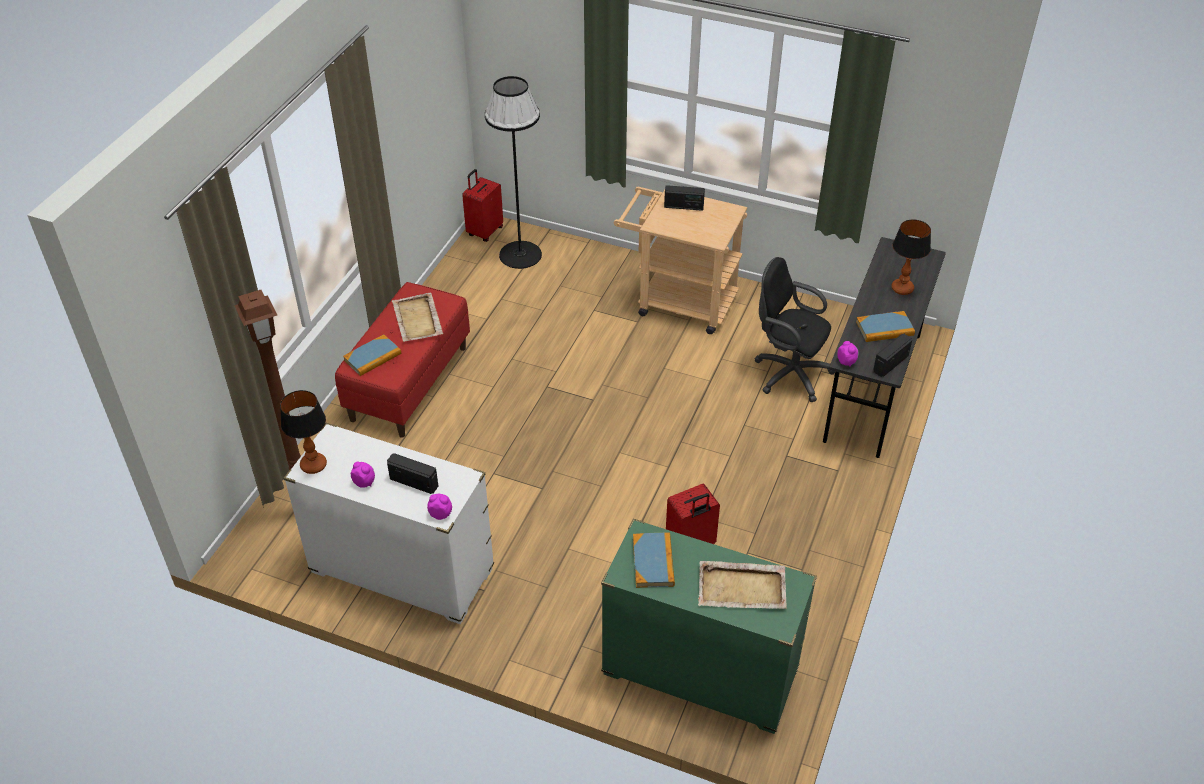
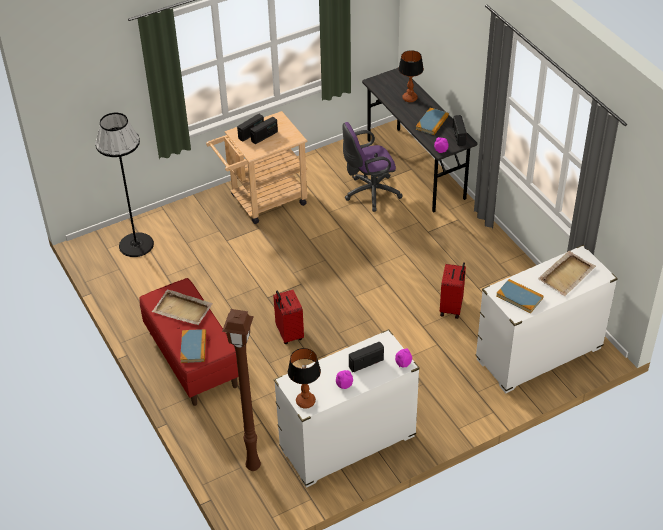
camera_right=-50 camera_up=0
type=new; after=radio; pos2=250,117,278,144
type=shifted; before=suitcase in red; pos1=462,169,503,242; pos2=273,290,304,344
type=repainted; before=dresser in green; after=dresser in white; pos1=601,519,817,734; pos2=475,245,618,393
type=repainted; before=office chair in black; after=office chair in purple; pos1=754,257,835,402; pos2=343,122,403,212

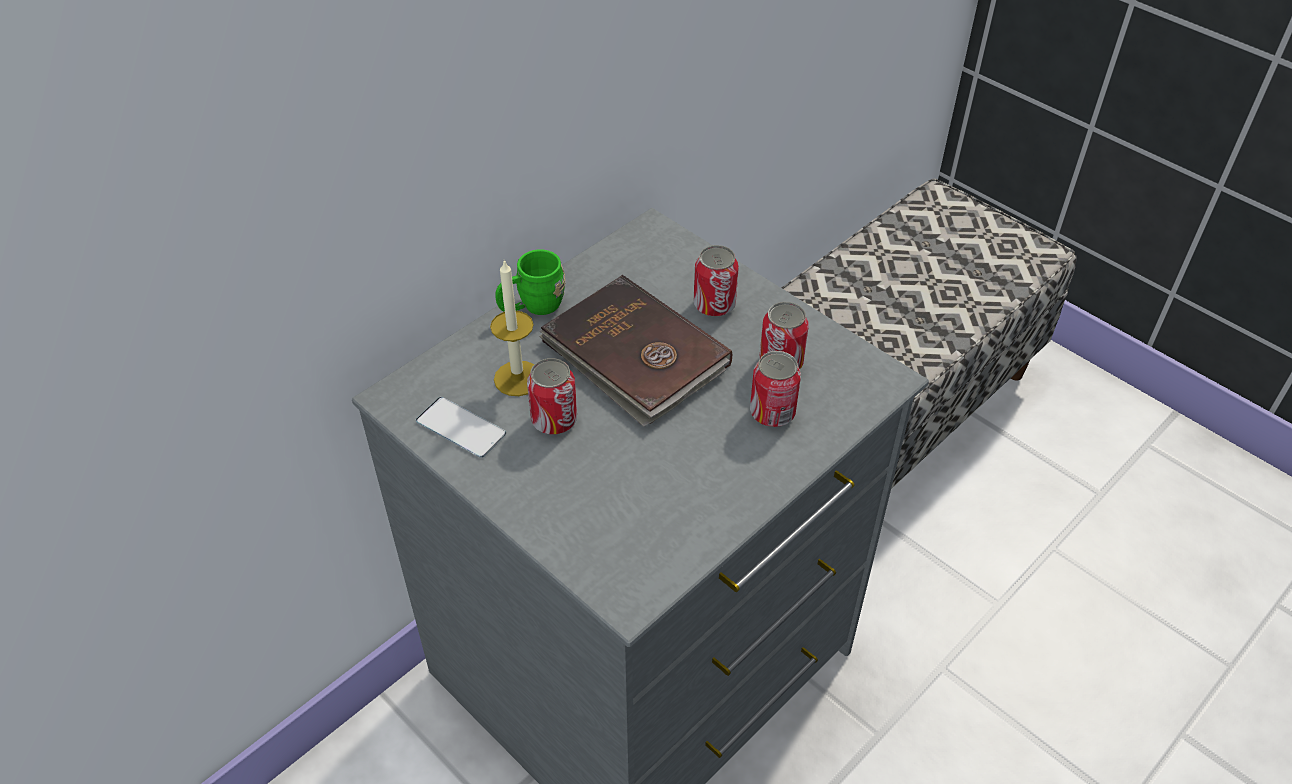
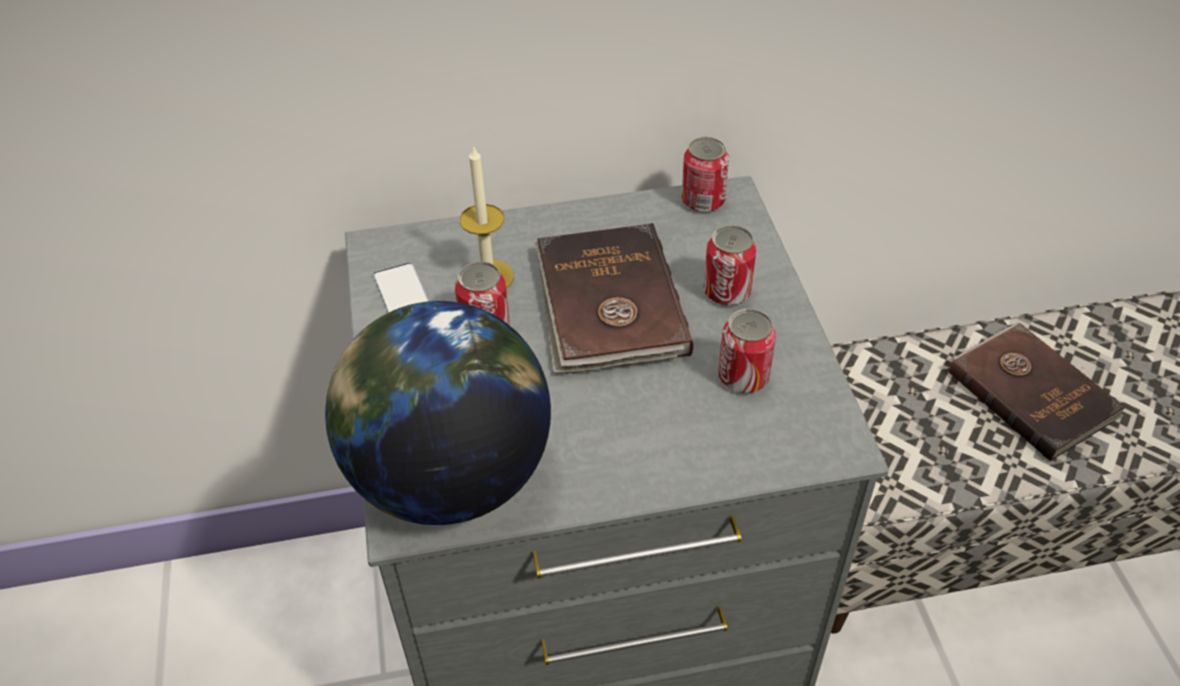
camera_right=35 camera_up=0
type=gone; before=mug in green; pos1=495,249,565,315
type=new; after=globe; pos2=325,301,551,525
type=new; after=book in brown; pos2=949,321,1125,461
type=shifted; before=can; pos1=750,351,801,427; pos2=682,136,729,213

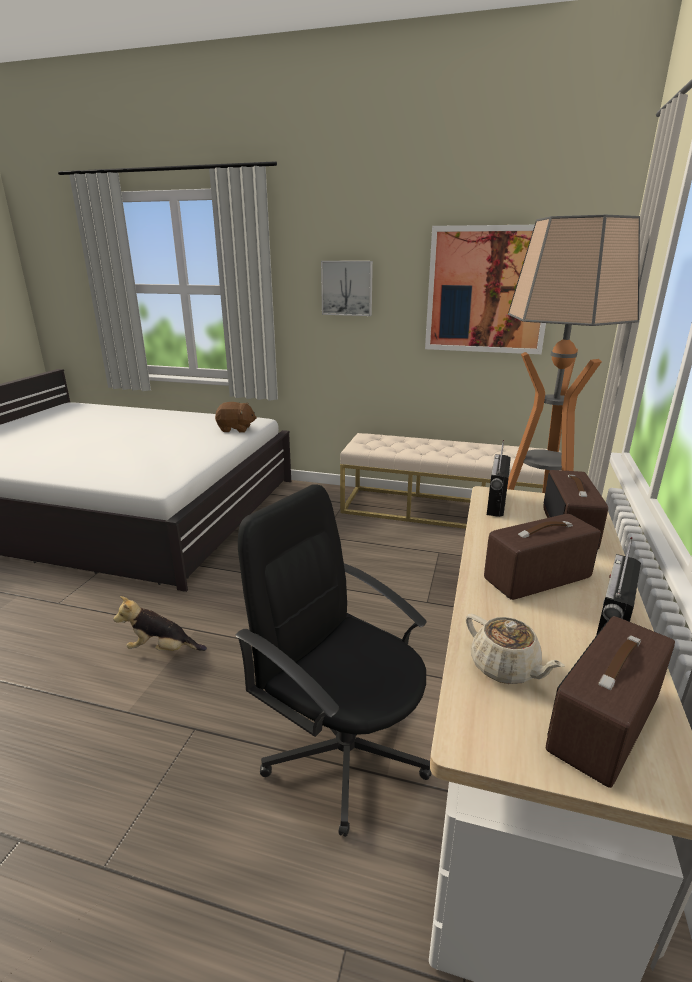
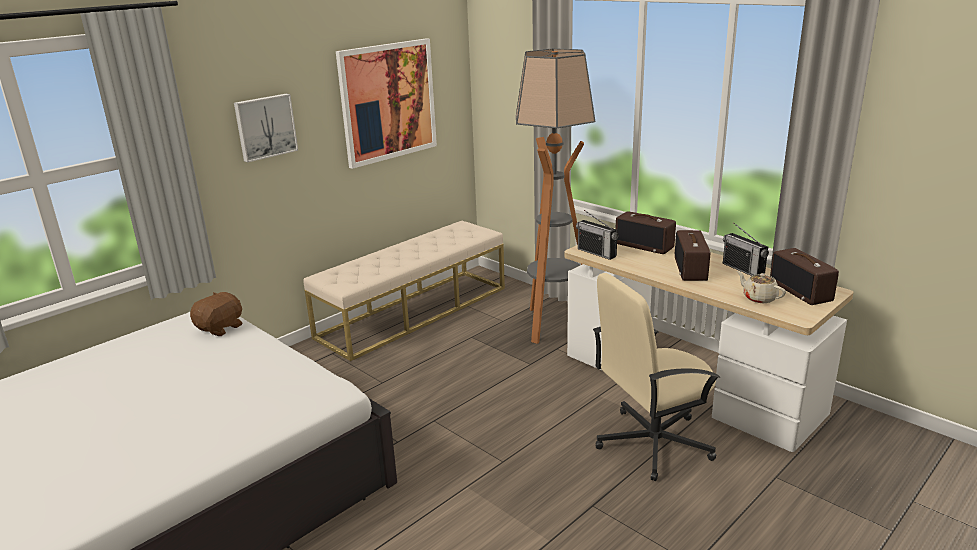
camera_right=-60 camera_up=0
type=gone; before=plush toy; pos1=113,596,207,651
type=repainted; before=office chair in black; after=office chair in beige; pos1=235,484,431,837; pos2=593,273,720,481
type=rotated; before=teapot in beige; pos1=466,614,565,684; pos2=737,271,786,303; turn=-120

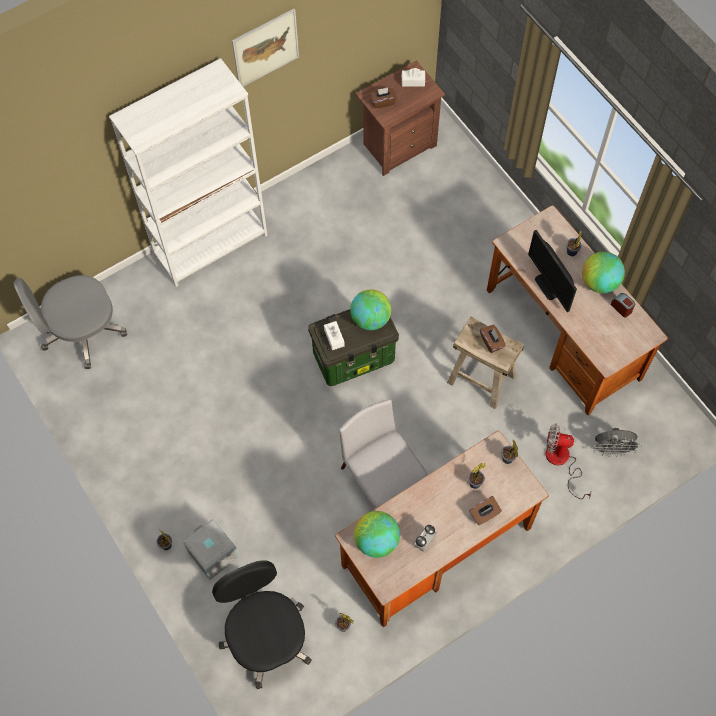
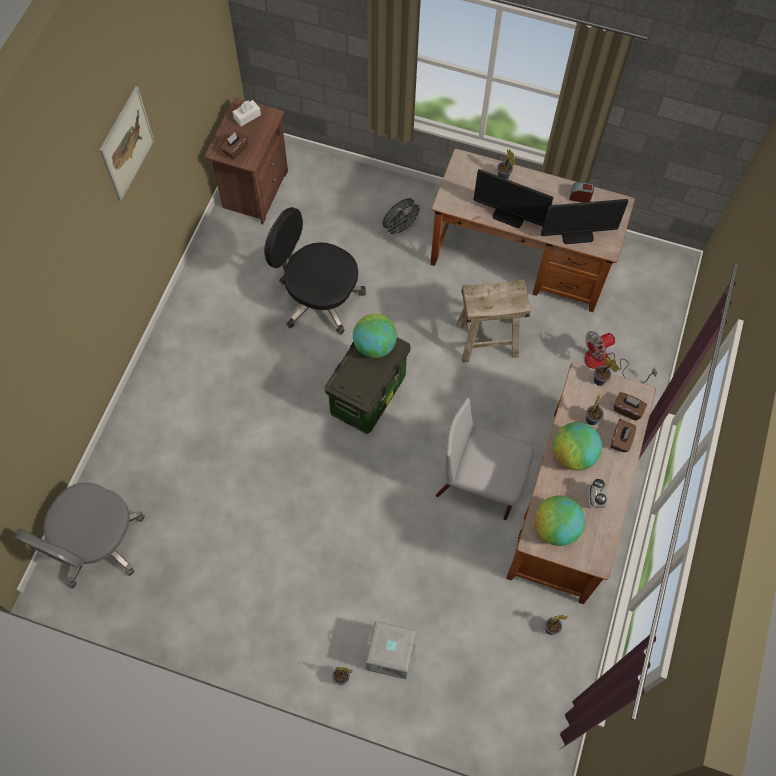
camera_right=-40 camera_up=0
type=gone; before=bookcase in white; pos1=109,58,268,287
type=gone; before=tissue box in white; pos1=324,321,345,350
type=new; after=monitor; pos2=541,199,628,244
type=shifted; before=office chair in black; pos1=212,560,312,689; pos2=264,207,366,335
type=shifted; before=tissue box in brown; pos1=480,325,506,353; pos2=614,392,647,421
type=shifted; before=globe; pos1=582,252,625,293; pos2=553,422,602,471
type=shifted; before=fan in grey; pos1=592,428,642,457; pos2=383,198,423,237

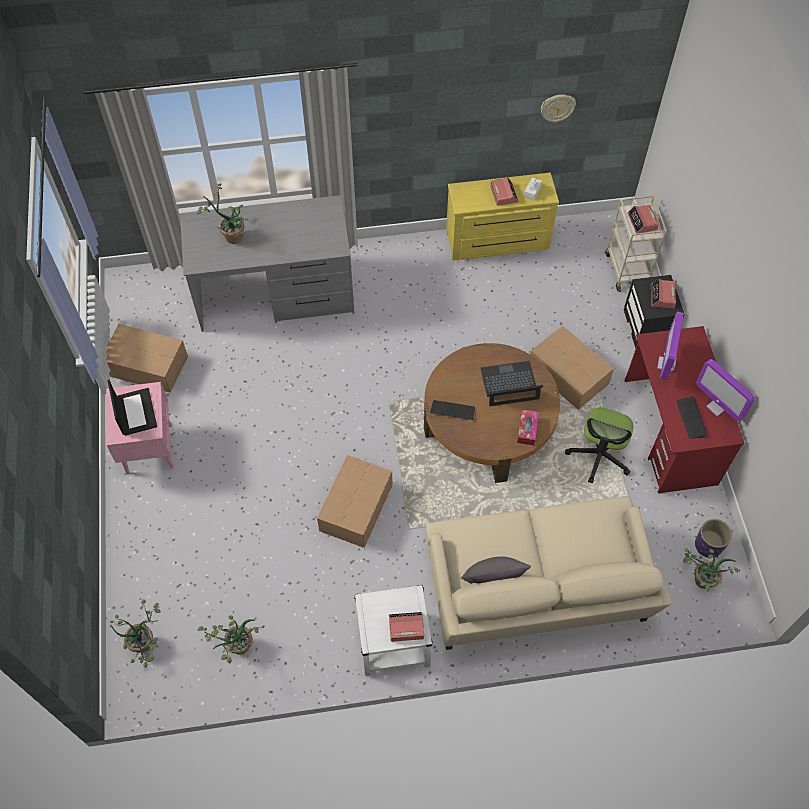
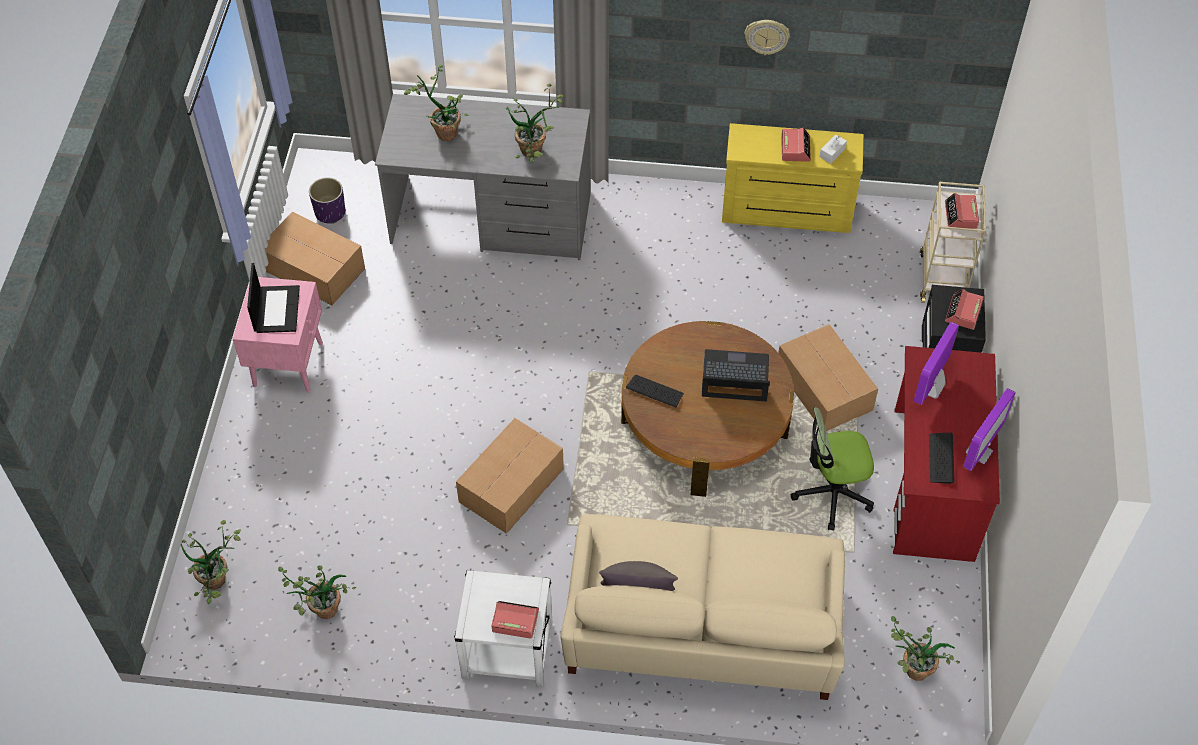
camera_right=15 camera_up=-5
type=gone; before=tissue box; pos1=517,409,539,445
type=new; after=potted plant; pos2=506,84,563,163
type=shifted; before=wall clock; pos1=541,94,576,123; pos2=745,20,790,55
type=shifted; before=planter in purple; pos1=695,519,732,558; pos2=309,178,345,224
type=rotated; before=office chair; pos1=565,407,633,483; pos2=791,407,874,531; turn=45
type=rotated; before=monitor; pos1=696,359,755,422; pos2=963,388,1016,471; turn=-120

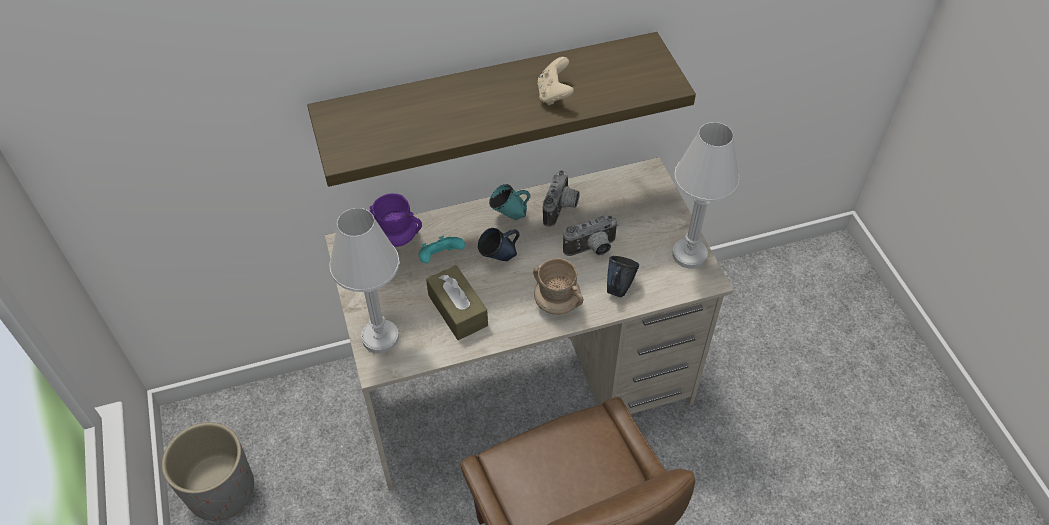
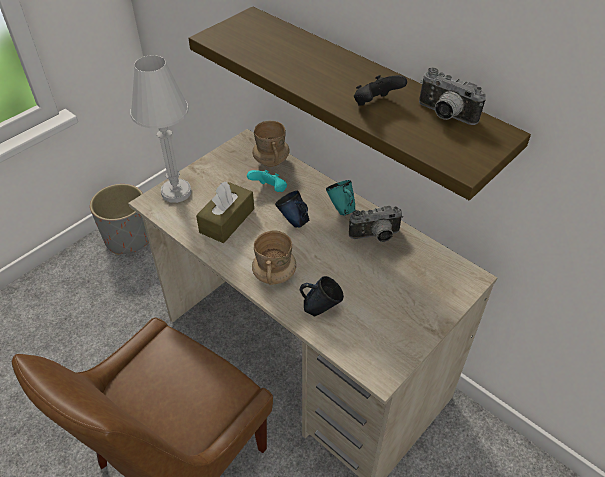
camera_right=60 camera_up=-5
type=gone; before=table lamp in white; pos1=672,122,739,269
type=shifted; before=photo camera; pos1=563,215,619,256; pos2=419,67,486,125
type=repainted; before=mug in purple; after=mug in beige; pos1=368,193,422,247; pos2=252,121,289,167
type=repainted; before=game controller in beige; after=game controller in black; pos1=537,57,574,106; pos2=354,75,407,106

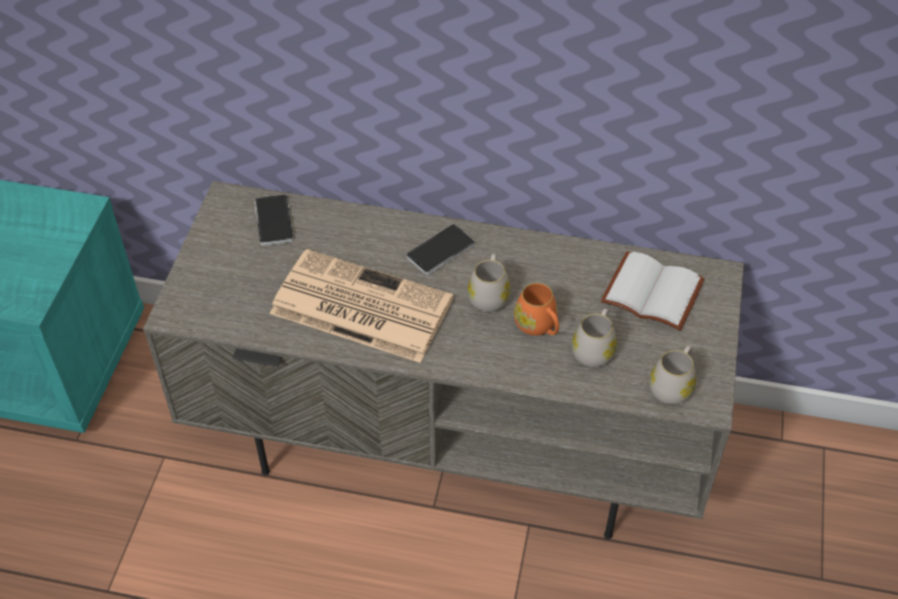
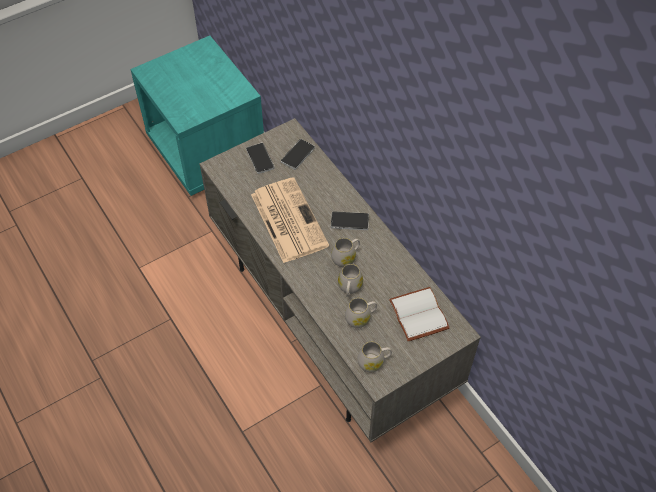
camera_right=45 camera_up=5
type=new; after=phone; pos2=246,143,275,174
type=repainted; before=mug in orange; after=mug in white; pos1=514,283,559,336; pos2=338,264,363,297

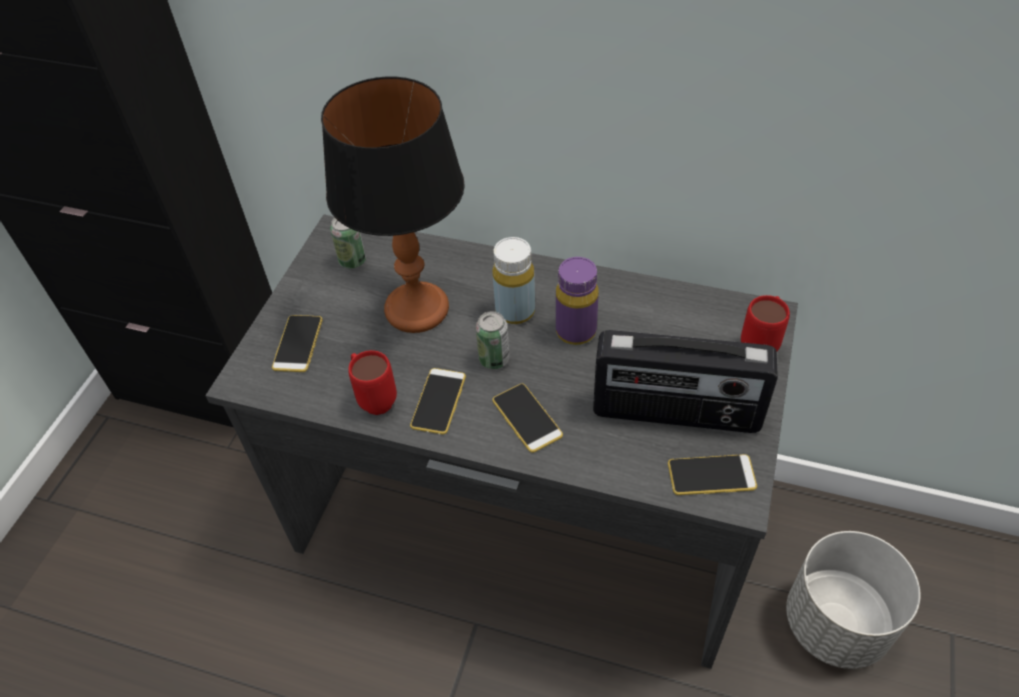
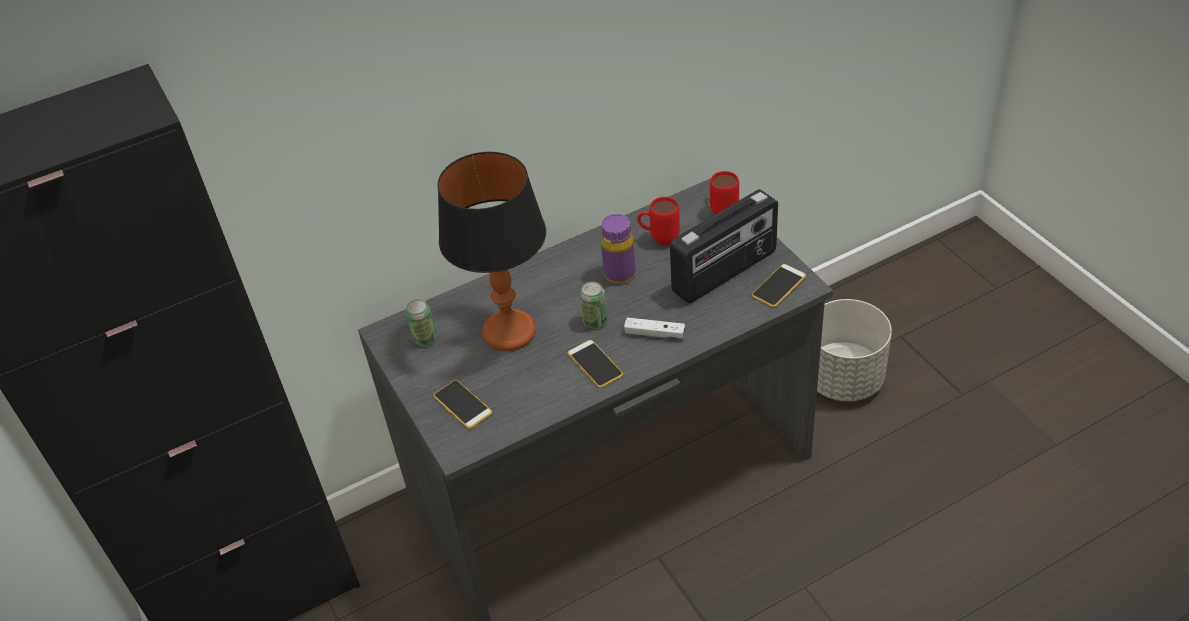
camera_right=-45 camera_up=-5
type=gone; before=bottle in yellow; pos1=493,237,535,324
type=shifted; before=mug in red; pos1=348,350,397,415; pos2=637,197,680,245
type=swapped; before=phone; after=game controller in white; pos1=492,384,563,453; pos2=624,317,685,338

